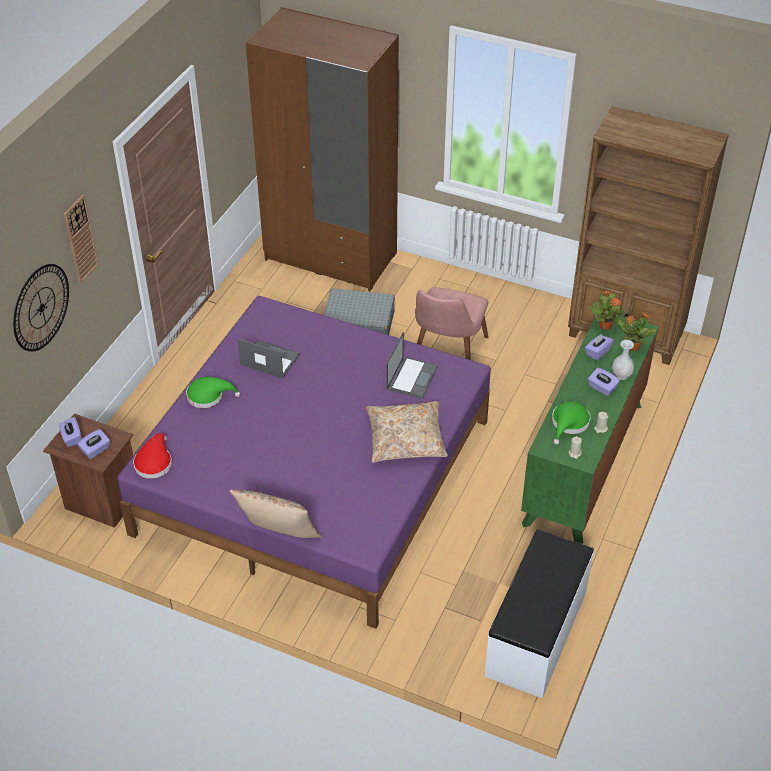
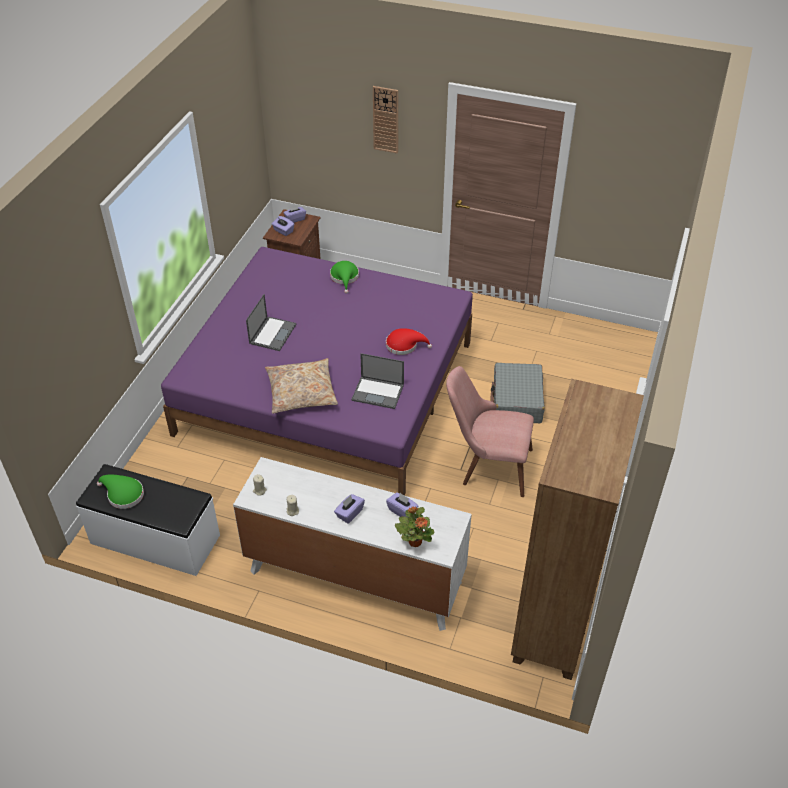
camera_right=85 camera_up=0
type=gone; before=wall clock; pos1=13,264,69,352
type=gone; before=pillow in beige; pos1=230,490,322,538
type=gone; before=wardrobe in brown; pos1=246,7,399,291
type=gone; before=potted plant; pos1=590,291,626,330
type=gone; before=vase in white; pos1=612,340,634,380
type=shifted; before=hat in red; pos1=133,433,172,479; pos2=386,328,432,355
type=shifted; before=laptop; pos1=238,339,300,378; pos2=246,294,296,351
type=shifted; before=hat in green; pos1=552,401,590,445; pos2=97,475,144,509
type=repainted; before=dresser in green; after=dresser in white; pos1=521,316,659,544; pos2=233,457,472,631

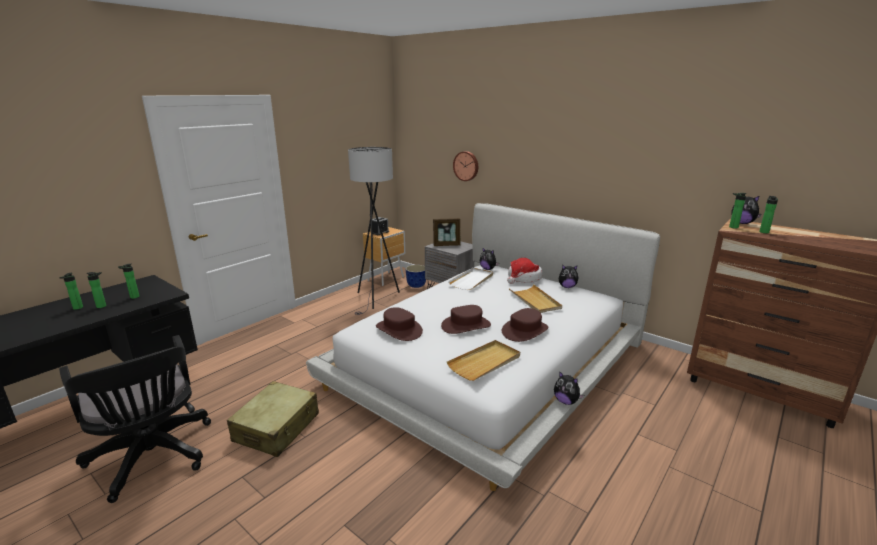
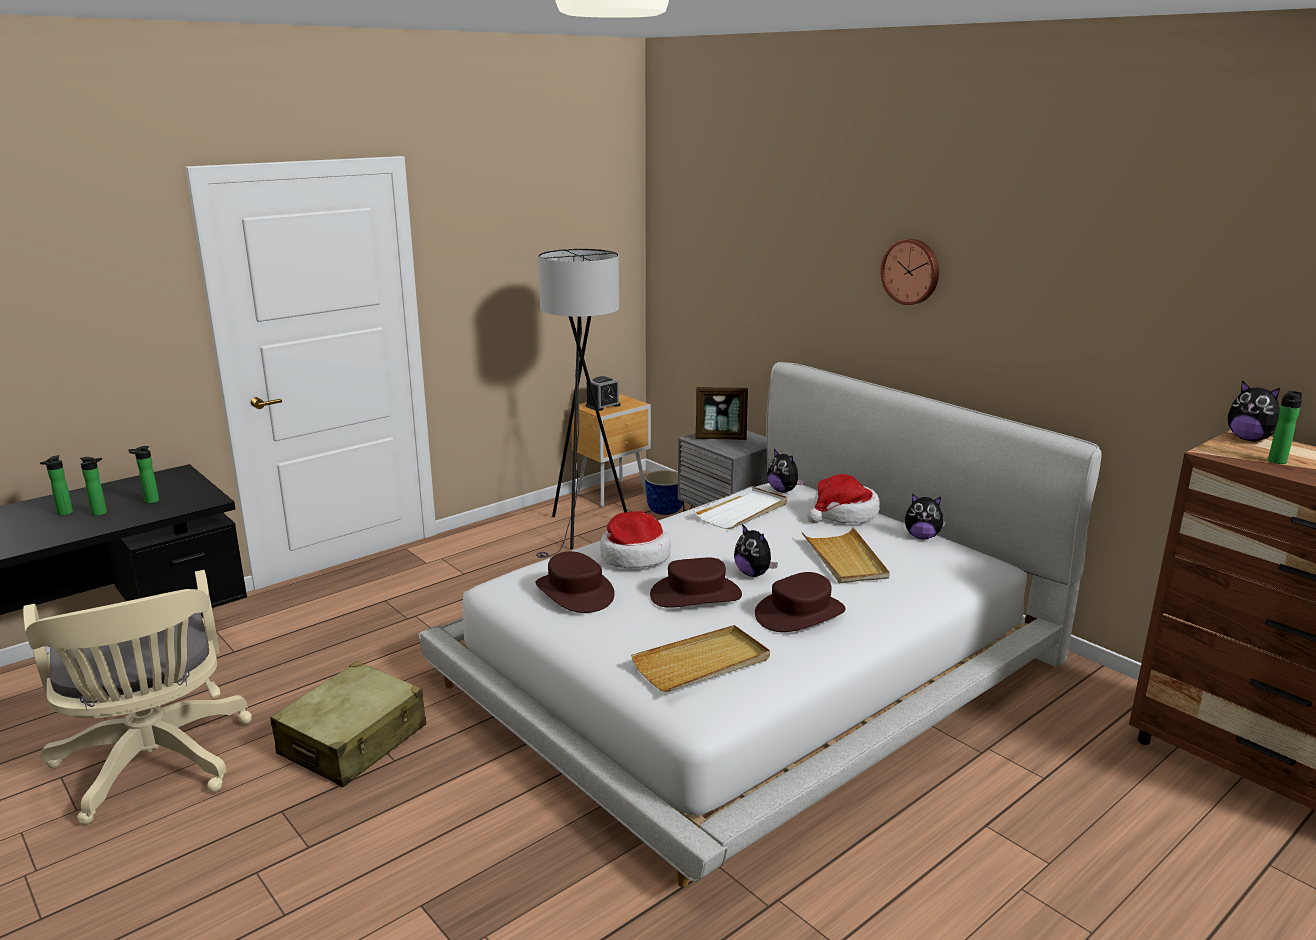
camera_right=10 camera_up=0
type=gone; before=bottle; pos1=729,193,747,229
type=new; after=hat; pos2=600,511,671,568
type=shifted; before=wall clock; pos1=453,151,478,181; pos2=880,239,939,305
type=shifted; before=plush toy; pos1=554,371,584,405; pos2=734,524,778,577
type=repainted; before=office chair in black; after=office chair in beige; pos1=59,335,211,503; pos2=23,570,252,825

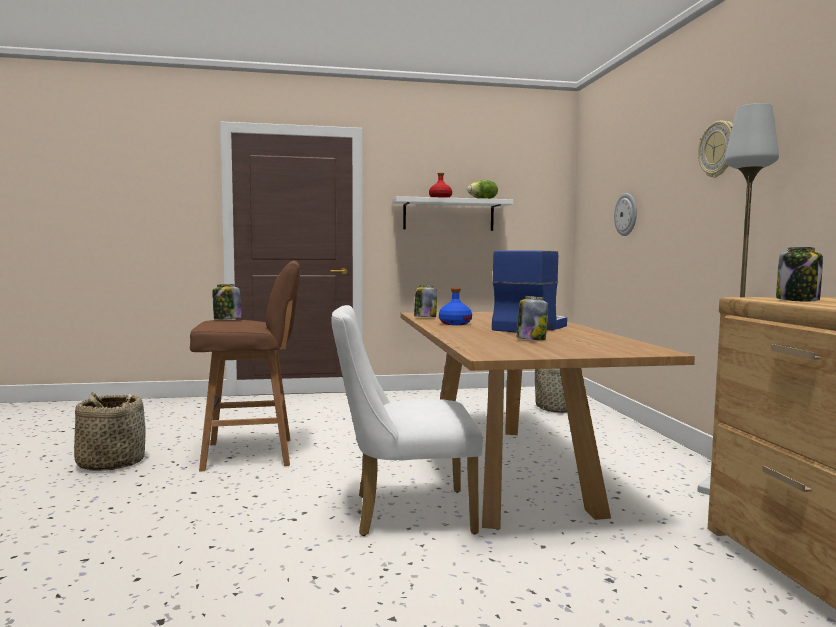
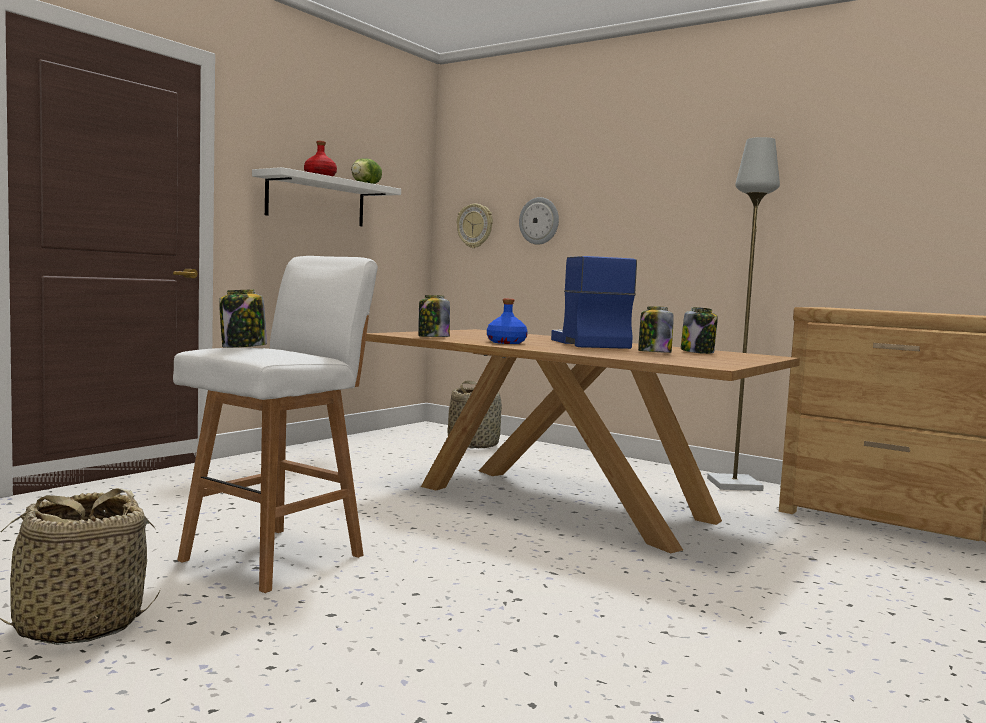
camera_right=-45 camera_up=0
type=gone; before=chair in white; pos1=331,305,483,536
type=shifted; before=wall clock; pos1=698,121,733,178; pos2=457,204,493,248
type=shifted; before=jar; pos1=776,247,823,302; pos2=681,307,718,354
type=repainted; before=stool in brown; after=stool in white; pos1=190,261,300,472; pos2=173,256,378,593

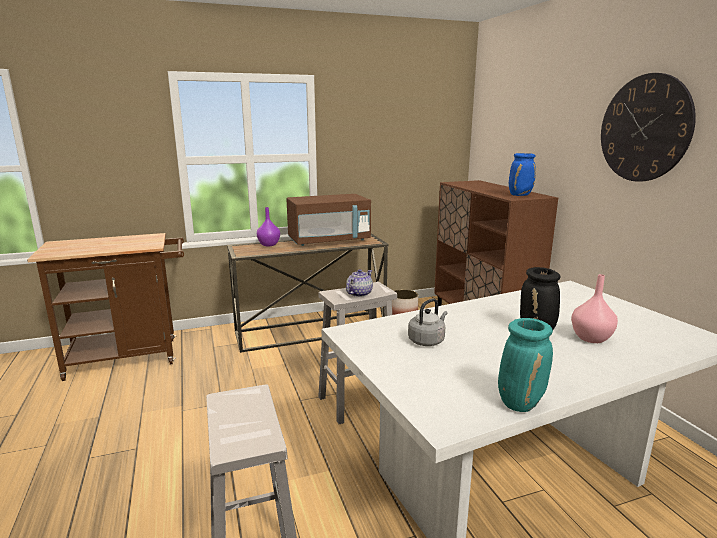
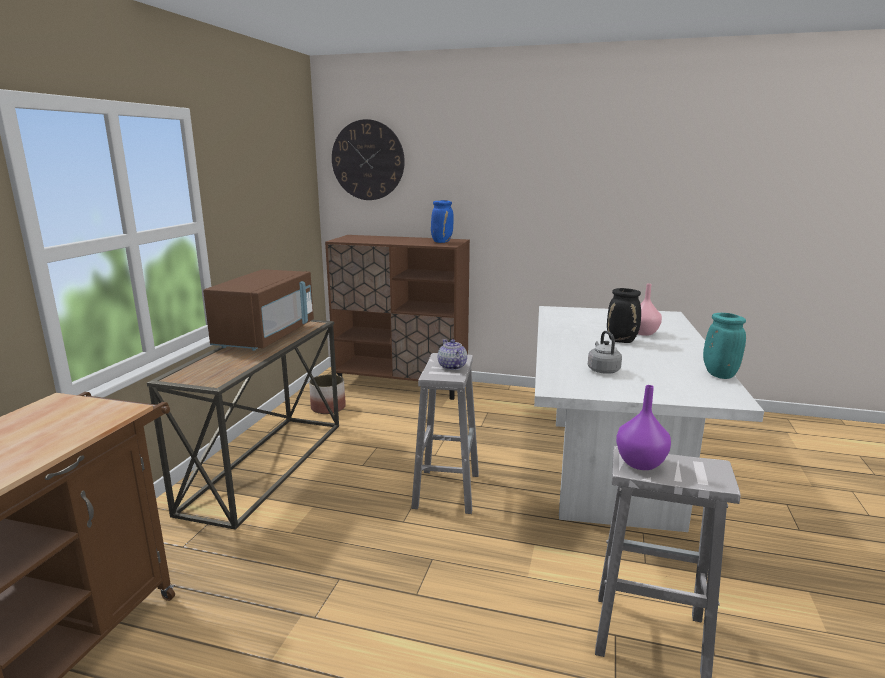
camera_right=-55 camera_up=0
type=shifted; before=vase in purple; pos1=257,207,280,246; pos2=616,385,671,470
type=shifted; before=wall clock; pos1=601,73,696,182; pos2=332,119,405,200

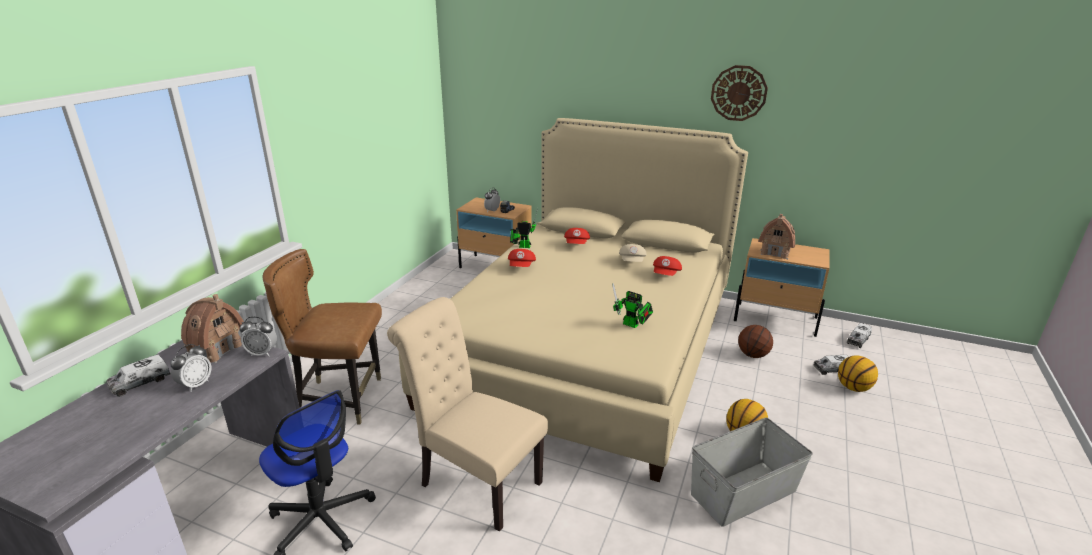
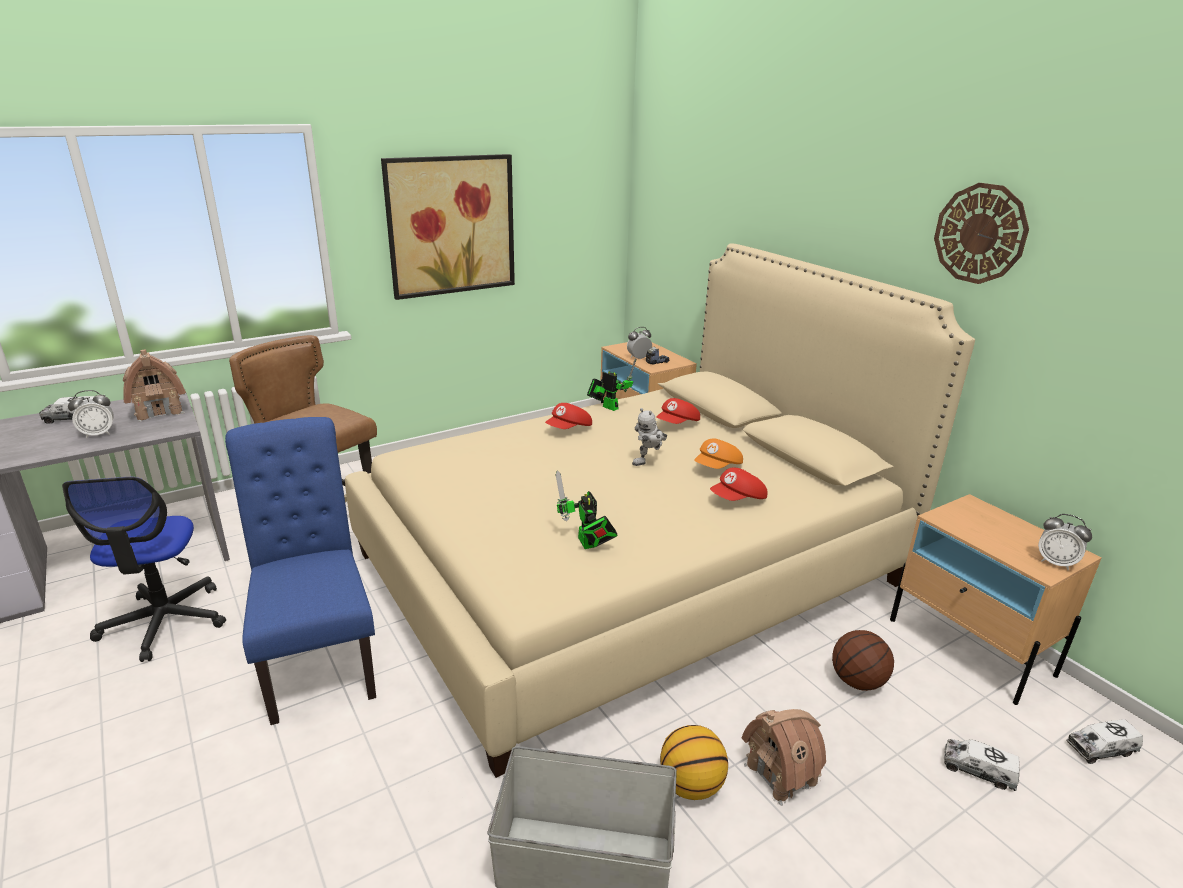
camera_right=35 camera_up=0
type=gone; before=basketball; pos1=838,355,878,392
type=new; after=picture; pos2=381,154,515,300
type=new; after=toy robot; pos2=632,408,667,466
type=shifted; before=alarm clock; pos1=240,317,277,356; pos2=1038,514,1092,570
type=shifted; before=toy house; pos1=758,214,795,259; pos2=742,709,826,806
type=repainted; before=chair in beige; after=chair in blue; pos1=387,297,548,532; pos2=225,417,376,725
type=repainted; before=cap in beige; after=cap in orange; pos1=619,244,647,262; pos2=694,438,743,469

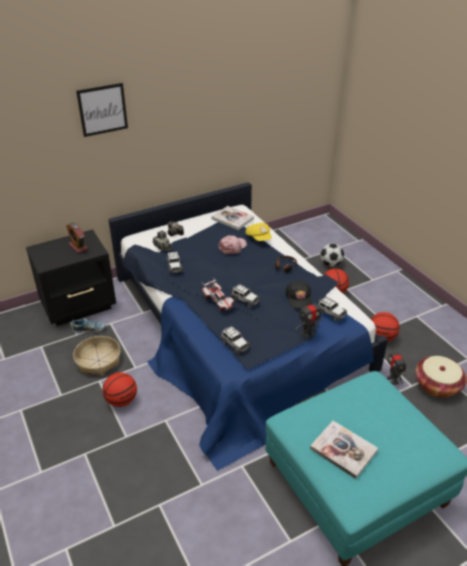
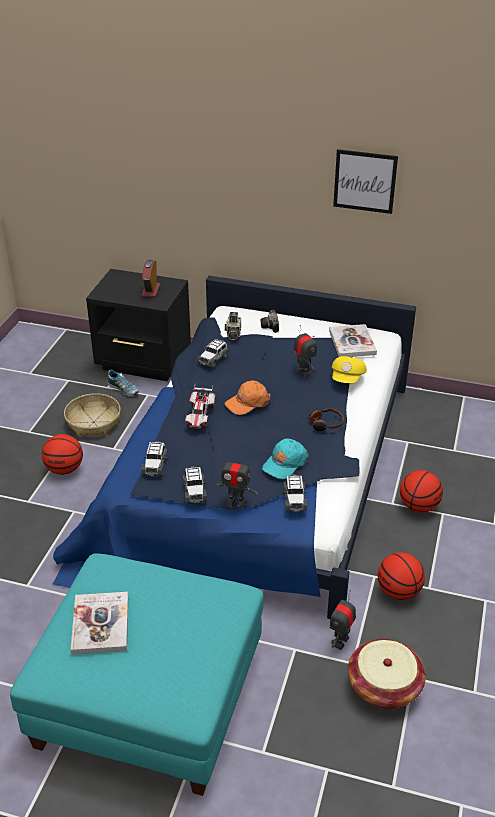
camera_right=45 camera_up=0
type=gone; before=football; pos1=321,243,344,267
type=new; after=cap in orange; pos2=224,380,271,415
type=shifted; before=picture; pos1=76,83,128,137; pos2=333,149,398,214
type=shifted; before=toy car; pos1=231,284,260,308; pos2=183,466,207,503
type=swapped; before=cap in pink; after=toy robot; pos1=218,236,247,254; pos2=293,325,317,378
type=repainted; before=cap in black; after=cap in turquoise; pos1=285,281,312,309; pos2=262,439,309,479

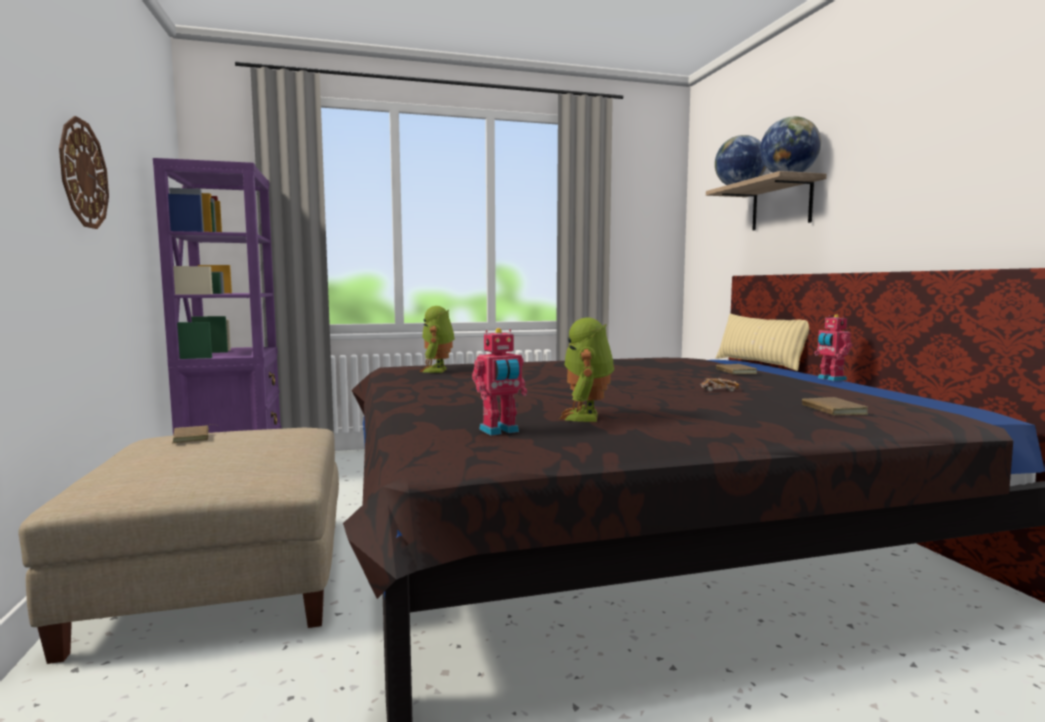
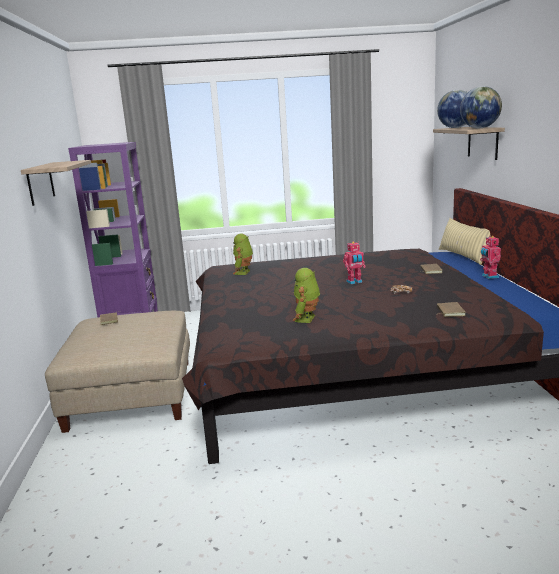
camera_right=10 camera_up=10
type=shifted; before=toy robot; pos1=472,328,527,436; pos2=343,242,365,284
type=swapped; before=wall clock; after=shelf; pos1=59,116,109,229; pos2=21,160,91,206

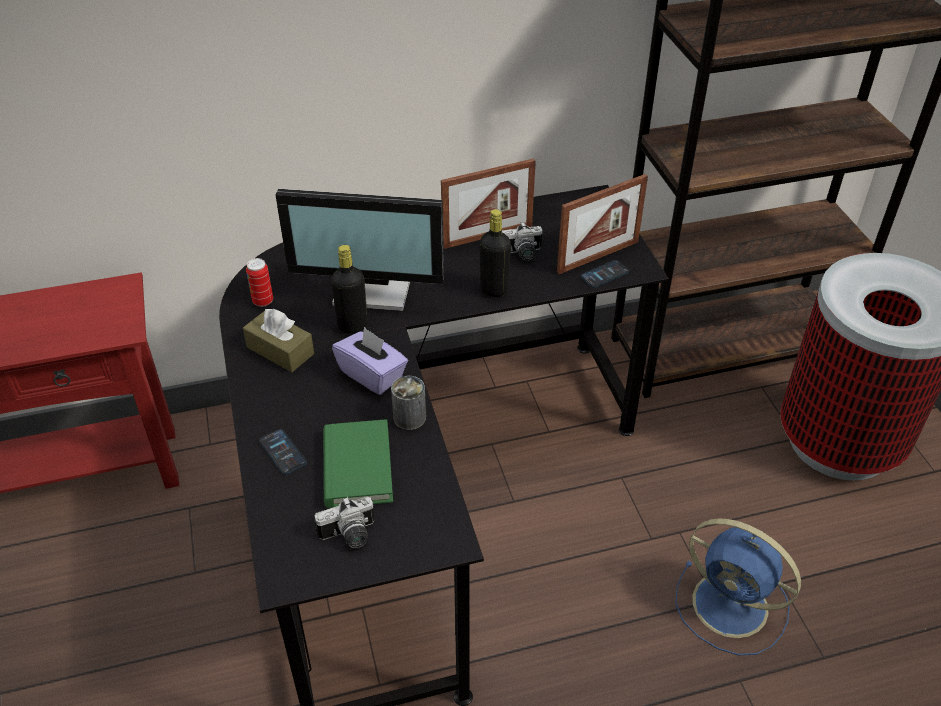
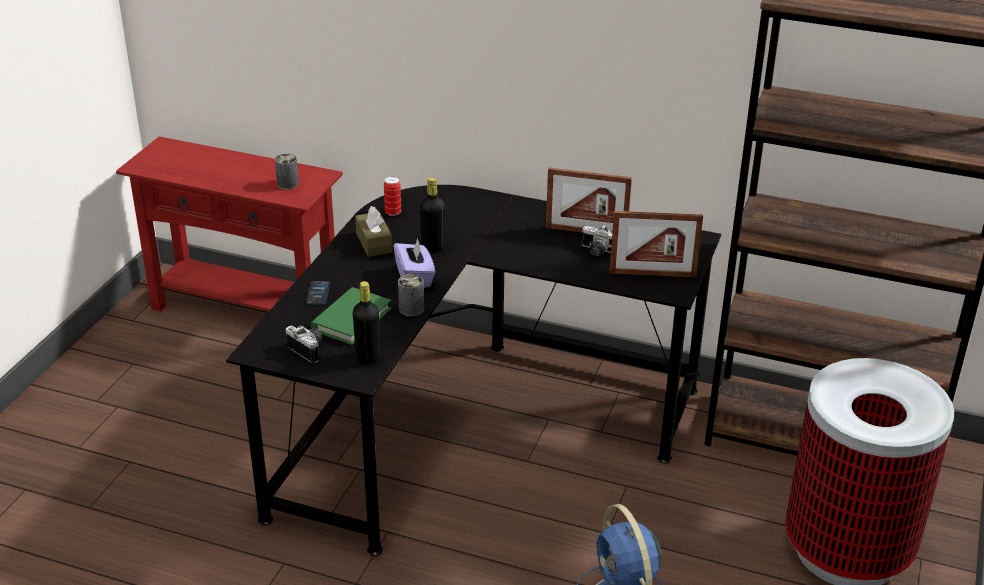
camera_right=35 camera_up=-10
type=gone; before=monitor; pos1=275,189,444,311
type=gone; before=phone; pos1=581,260,629,288
type=new; after=can; pos2=275,154,299,189
type=shifted; before=bottle in black; pos1=480,209,511,297; pos2=353,281,380,364
type=rotated; before=photo camera; pos1=314,497,375,549; pos2=286,326,322,363; turn=-150

